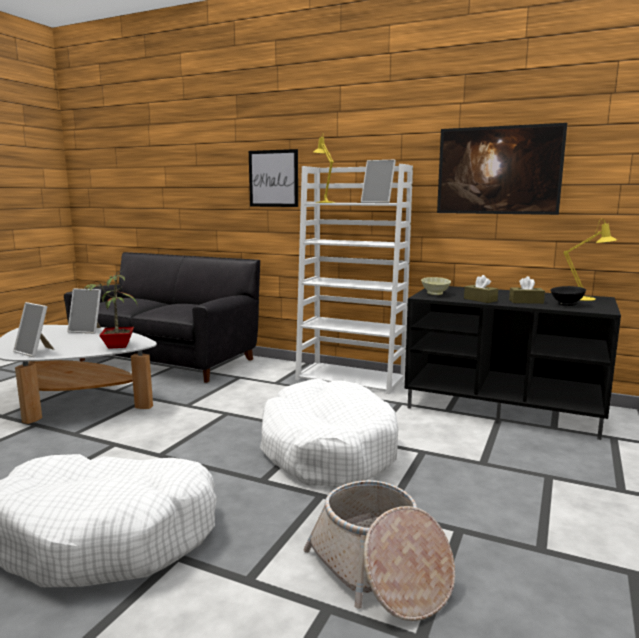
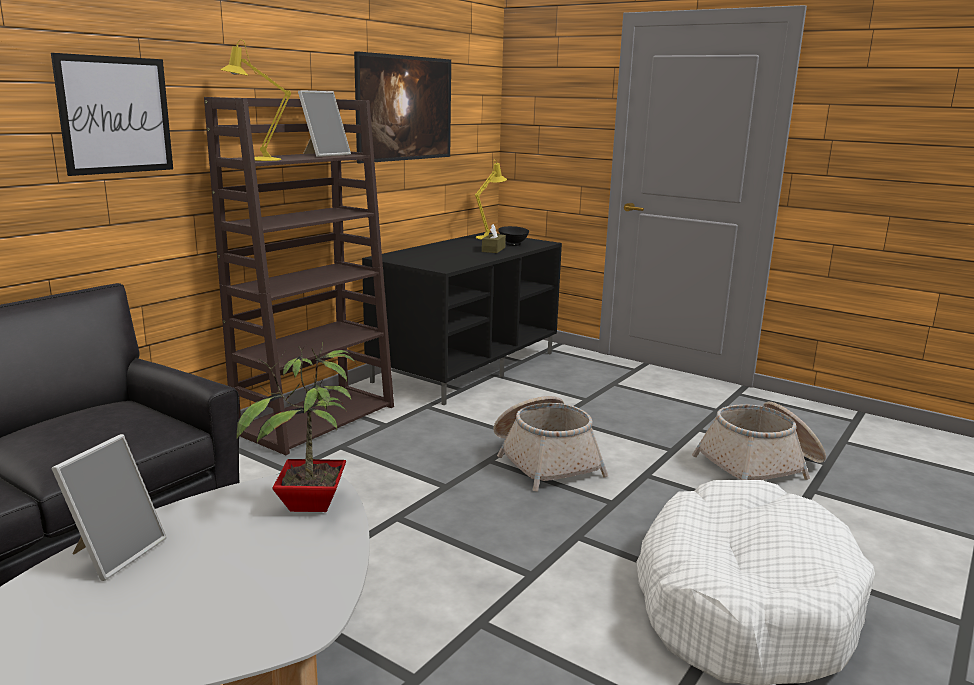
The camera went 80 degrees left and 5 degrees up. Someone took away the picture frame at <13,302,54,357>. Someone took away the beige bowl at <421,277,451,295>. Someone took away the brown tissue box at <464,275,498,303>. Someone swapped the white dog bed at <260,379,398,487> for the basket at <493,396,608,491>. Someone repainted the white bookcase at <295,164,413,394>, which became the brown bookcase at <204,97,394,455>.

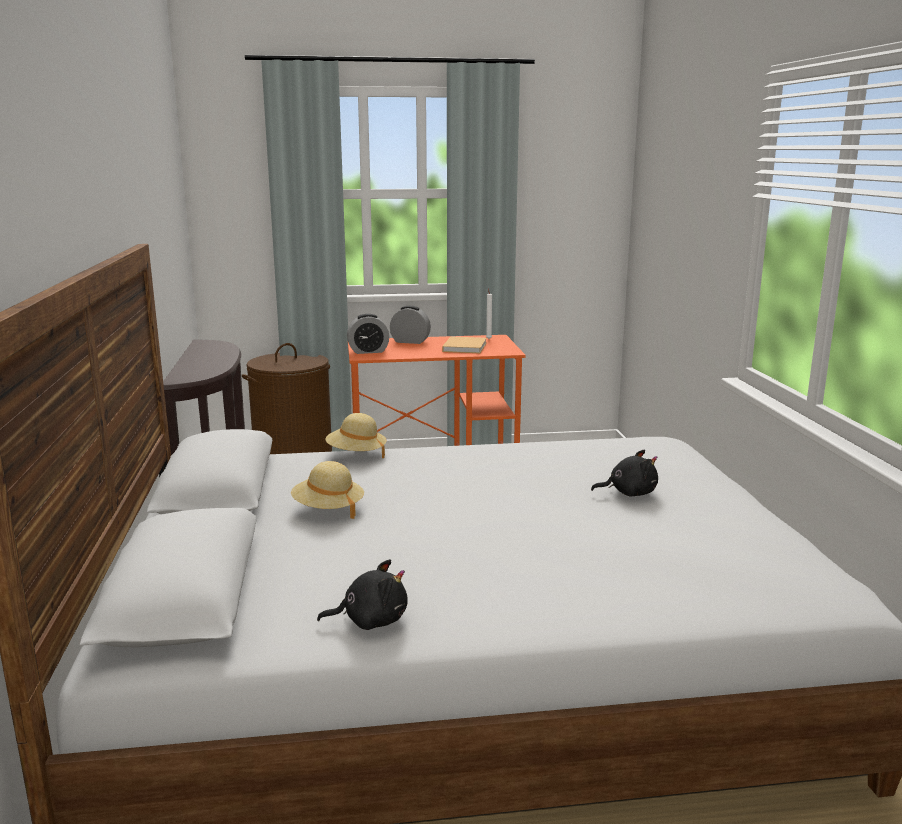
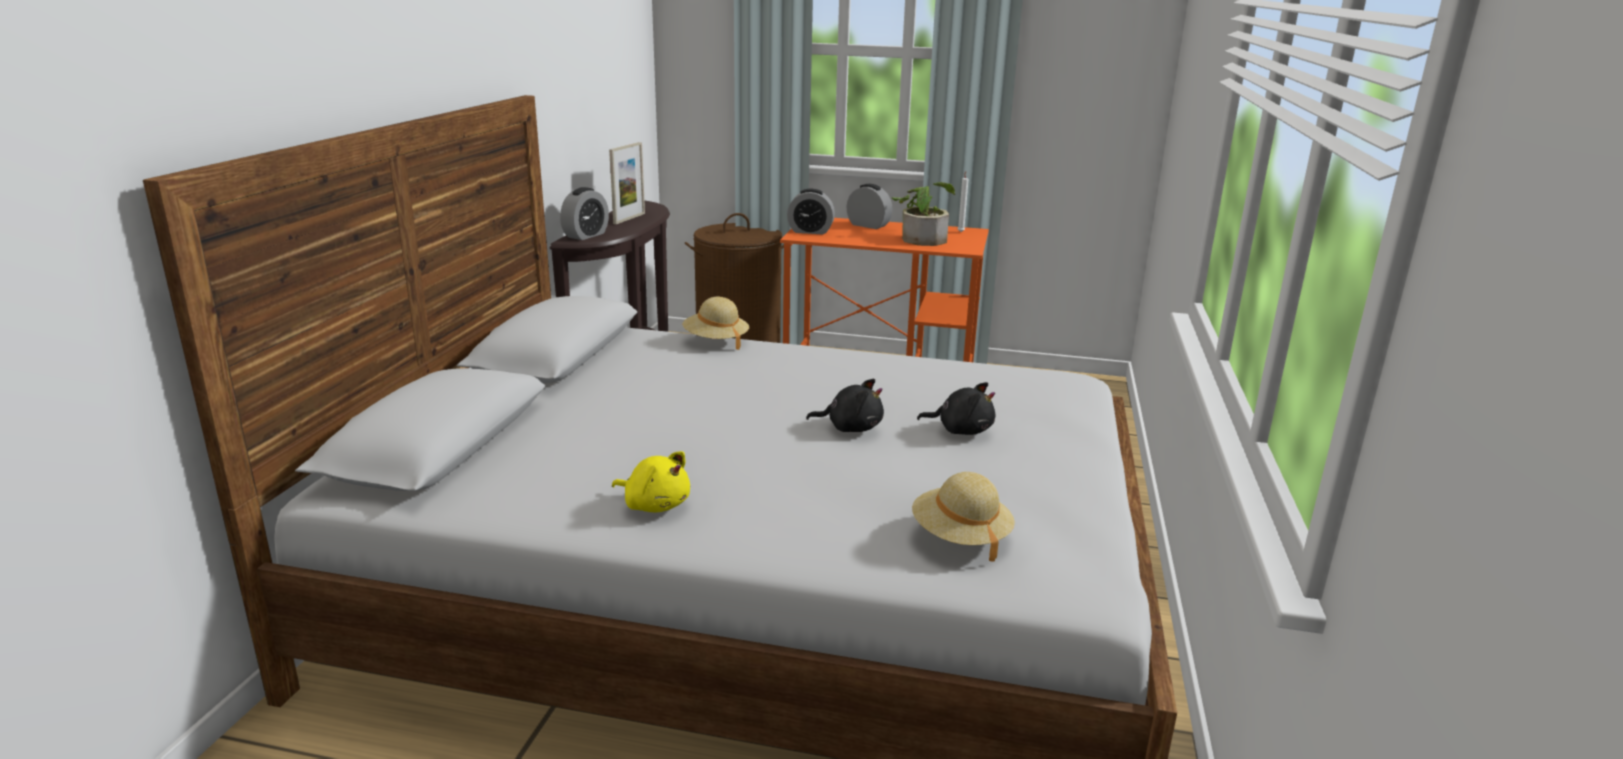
The camera went 20 degrees right and 5 degrees up. Someone put down the alarm clock at <560,187,609,240>. Someone put down the picture frame at <609,142,645,224>. Someone put down the yellow plush toy at <612,451,690,512>. Someone carried the beige hat from <291,461,364,519> to <912,472,1015,562>. Someone carried the black plush toy from <317,559,408,630> to <806,379,884,432>. Someone swapped the beige book at <442,336,487,353> for the potted plant at <892,182,955,246>.

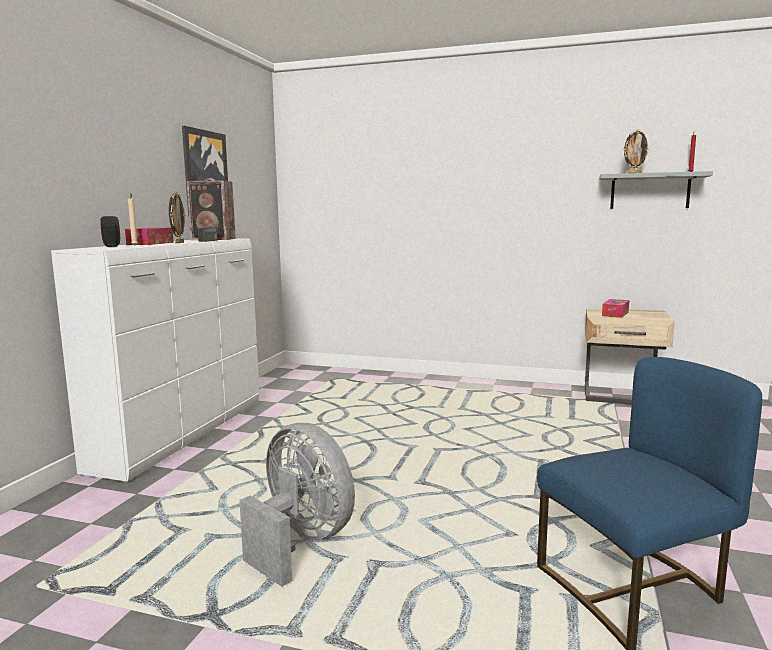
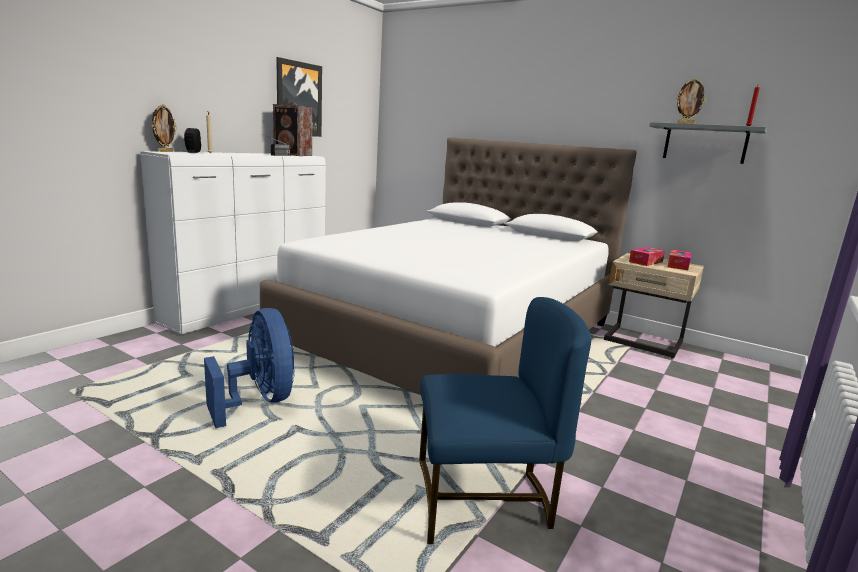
The camera went 15 degrees right and 5 degrees up. Someone put down the white bed at <260,137,637,395>. Someone carried the tissue box from <125,228,174,245> to <667,250,692,270>. Someone carried the picture frame from <169,191,186,244> to <152,104,177,152>. Someone repainted the grey fan at <239,423,355,587>, which became the blue fan at <204,308,295,428>.

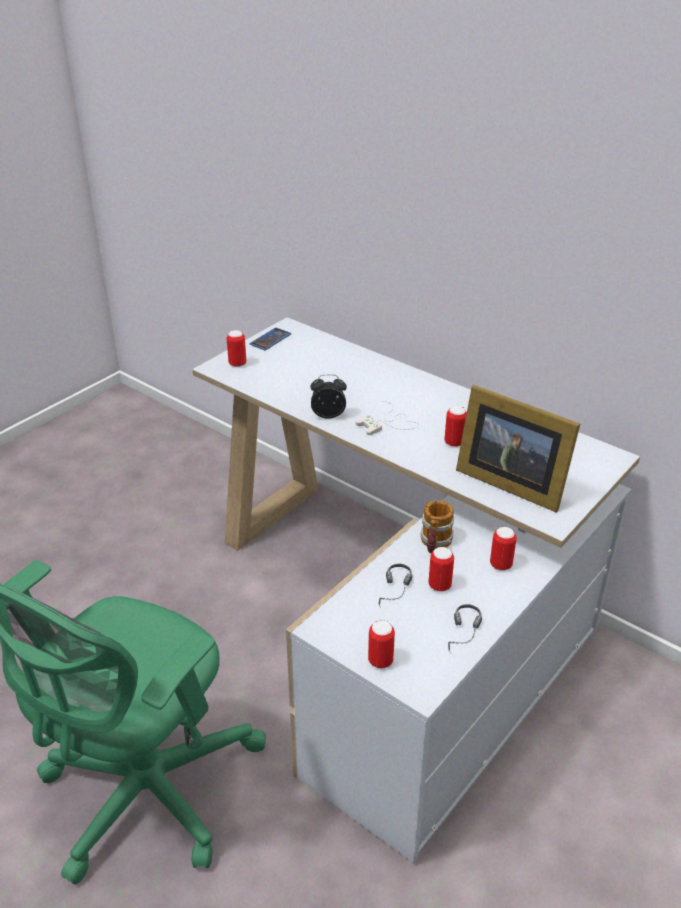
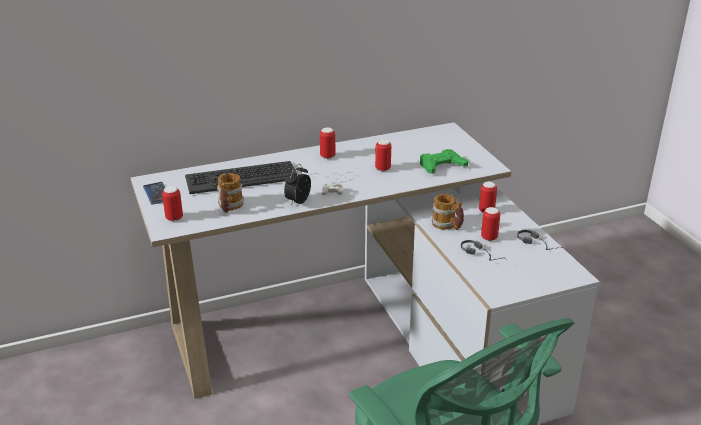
The camera went 60 degrees left and 5 degrees down. Someone put down the keyboard at <185,161,297,194>. Someone put down the mug at <217,173,244,213>. Someone carried the can from <368,620,395,669> to <320,128,335,159>. Someone swapped the picture frame at <456,385,580,513> for the green game controller at <420,149,468,174>.

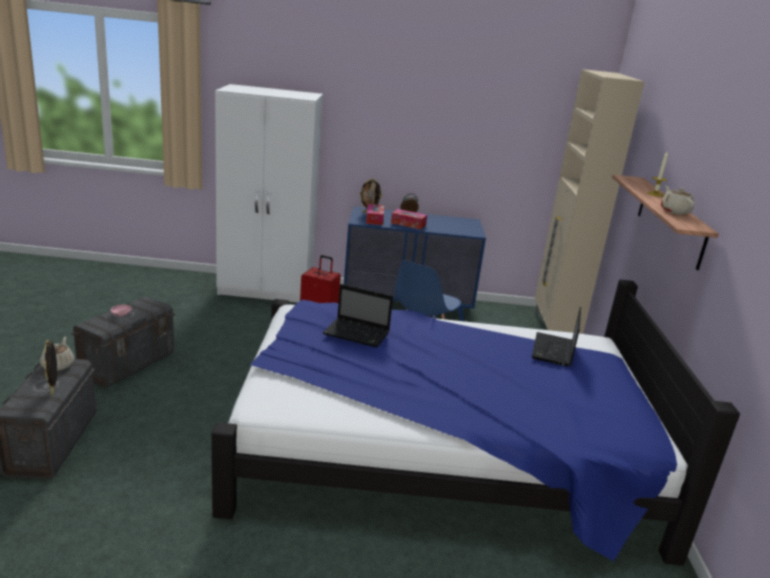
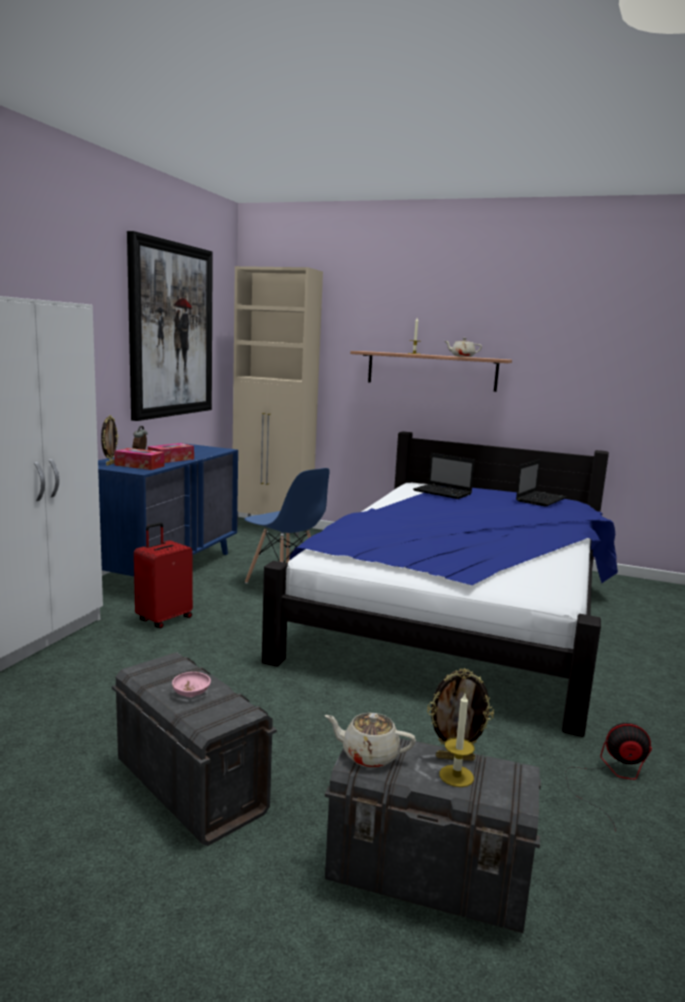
The camera went 70 degrees left and 10 degrees down. Someone put up the picture at <127,231,213,421>. Someone put down the candle at <439,694,475,787>. Someone put down the fan at <565,723,652,831>. Someone carried the laptop from <323,284,393,348> to <516,459,567,507>.

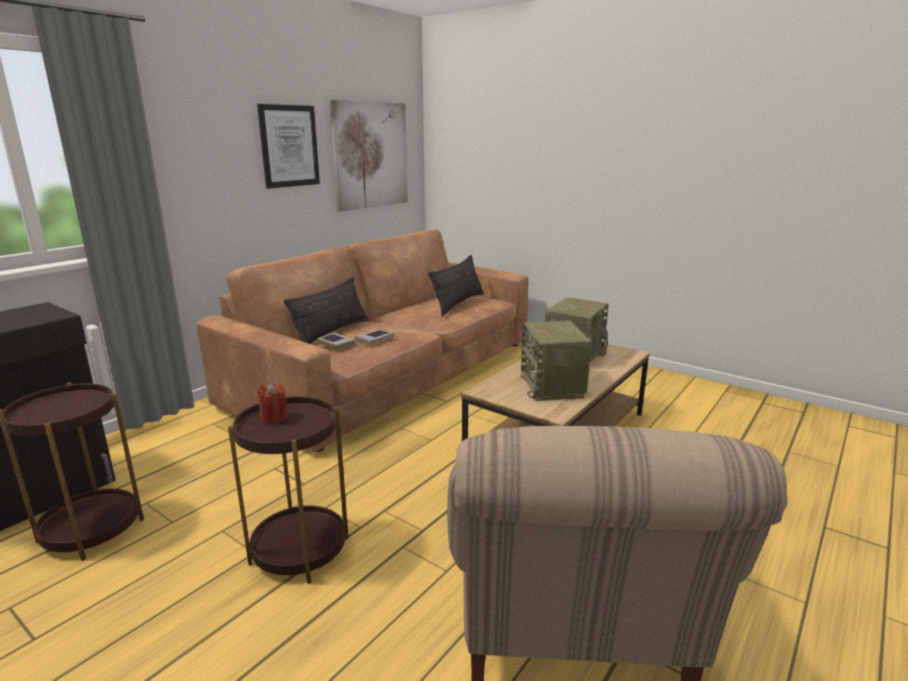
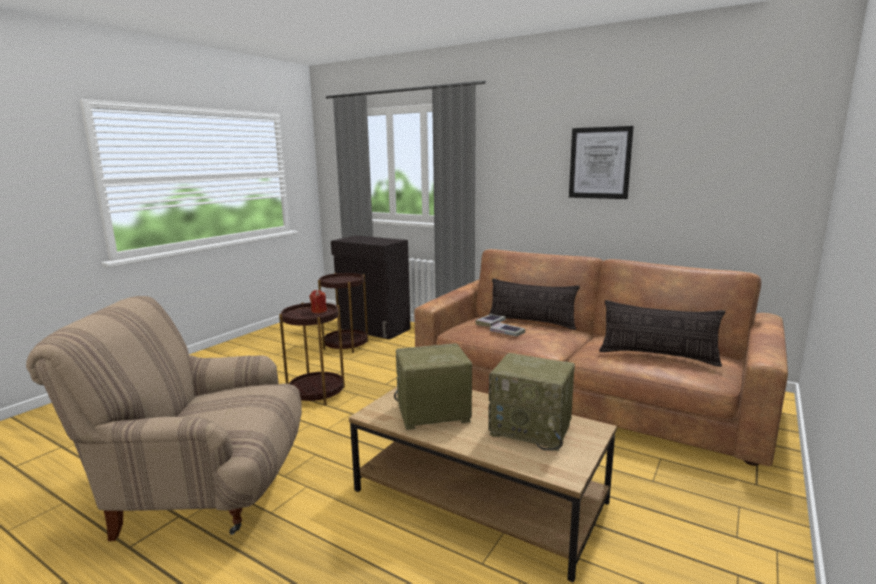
The camera went 85 degrees right and 5 degrees down. Someone took away the picture at <329,100,408,212>.

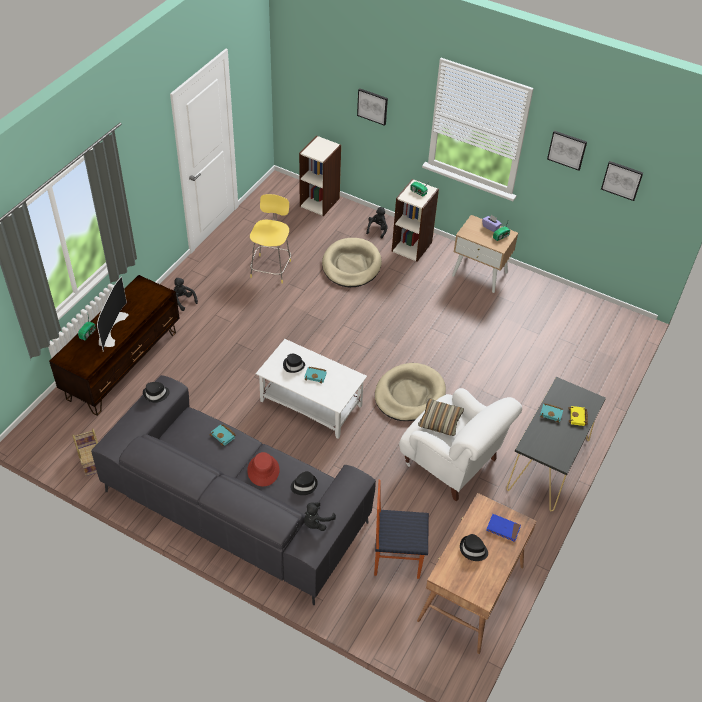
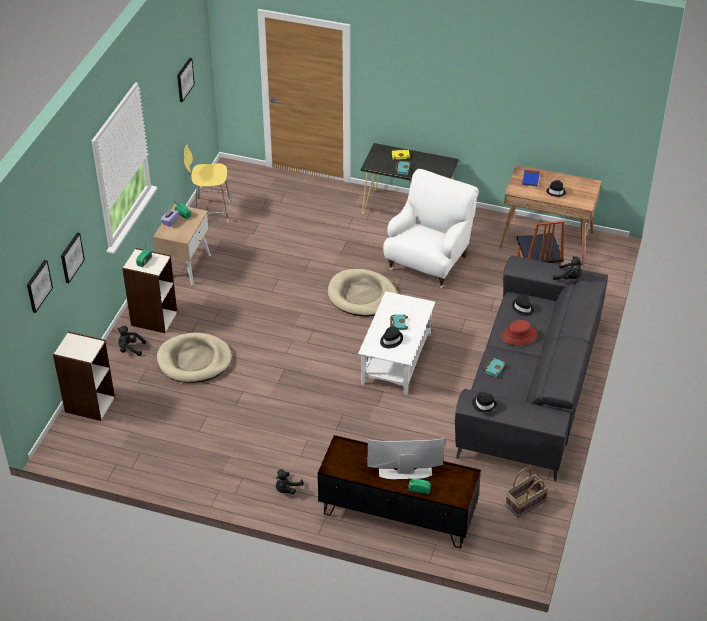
The camera went 100 degrees left and 5 degrees down. Someone took away the pillow at <418,398,464,436>. Someone carried the yellow stool from <250,194,291,283> to <184,145,232,223>. Someone carried the picture from <547,130,587,171> to <27,260,53,313>.

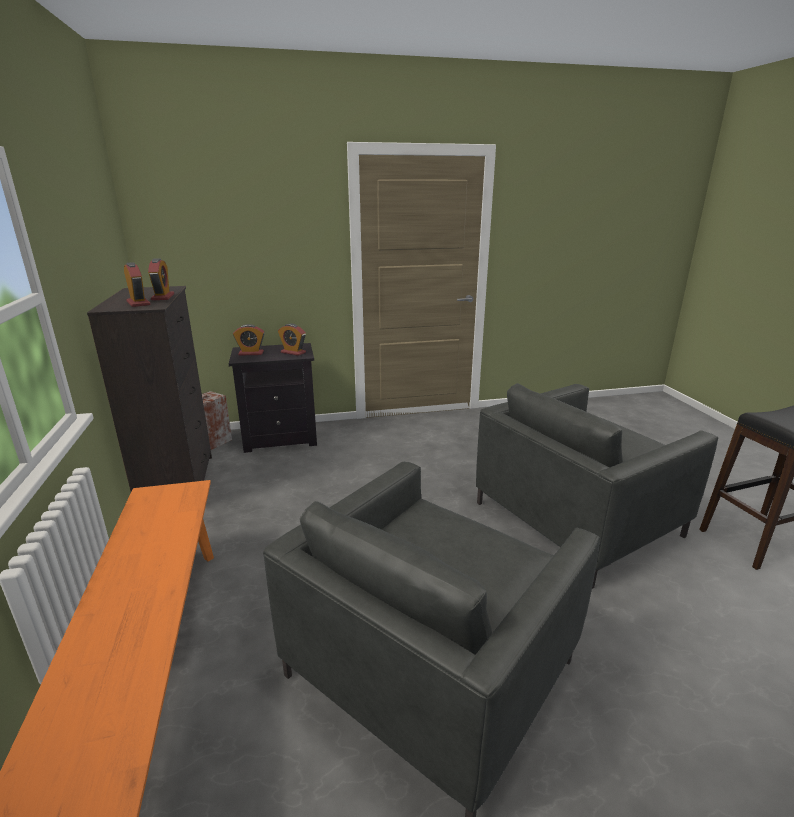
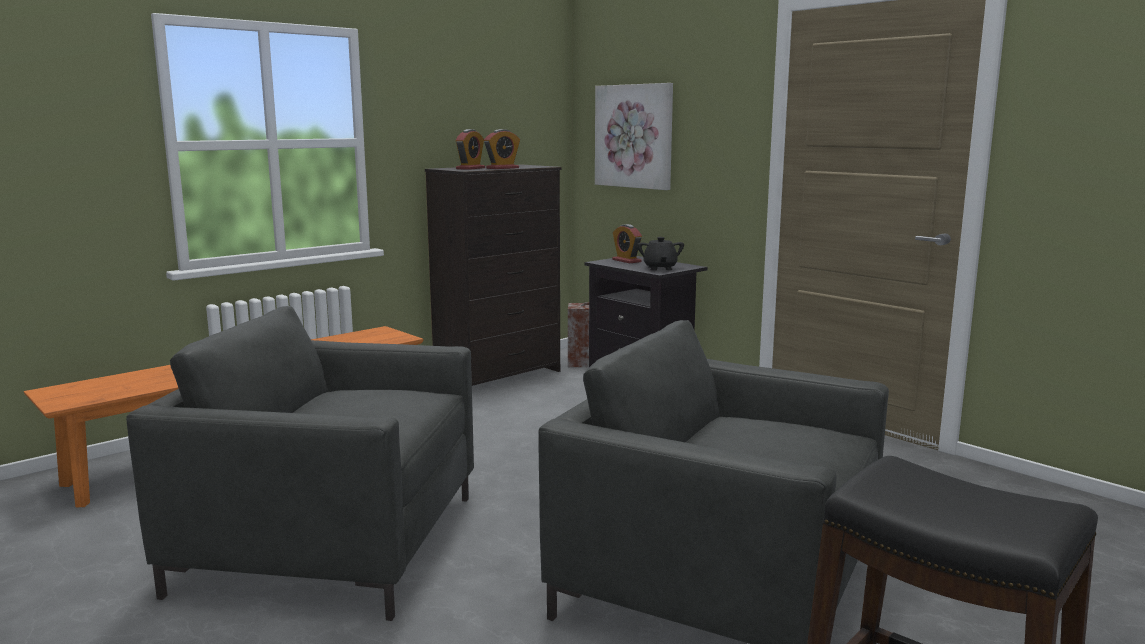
The camera went 60 degrees right and 10 degrees down. Someone put up the picture at <595,83,673,190>. Someone swapped the alarm clock at <278,324,306,356> for the black teapot at <637,237,684,270>.

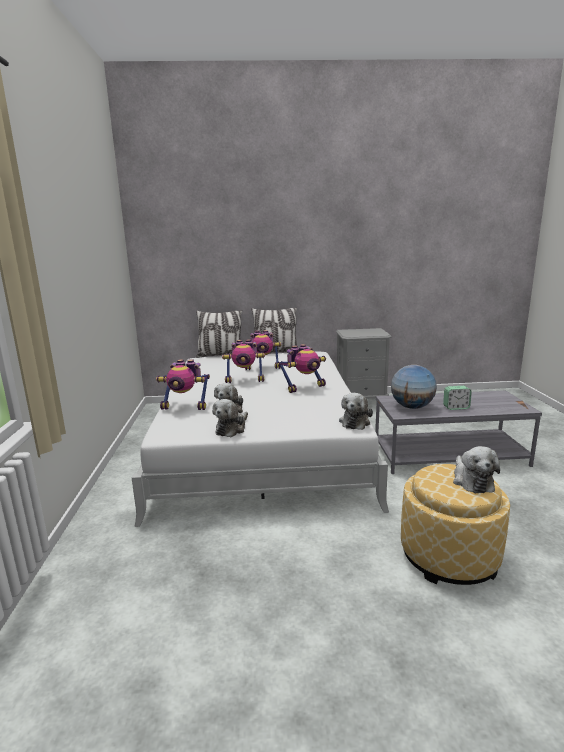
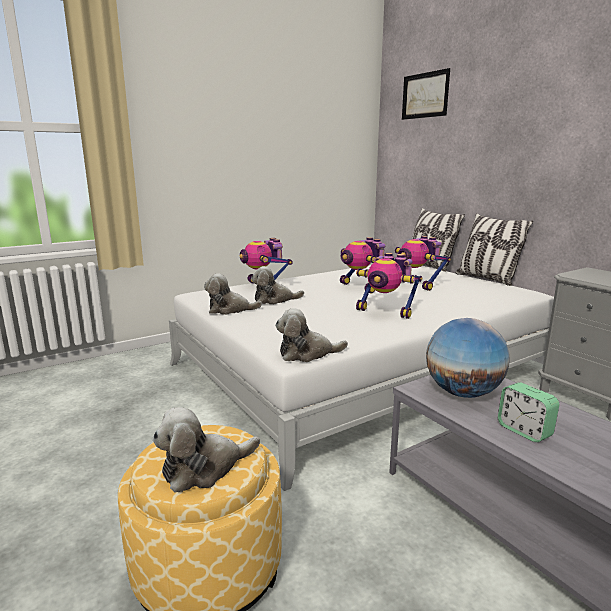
The camera went 60 degrees right and 0 degrees up. Someone put up the picture at <402,68,450,120>.

